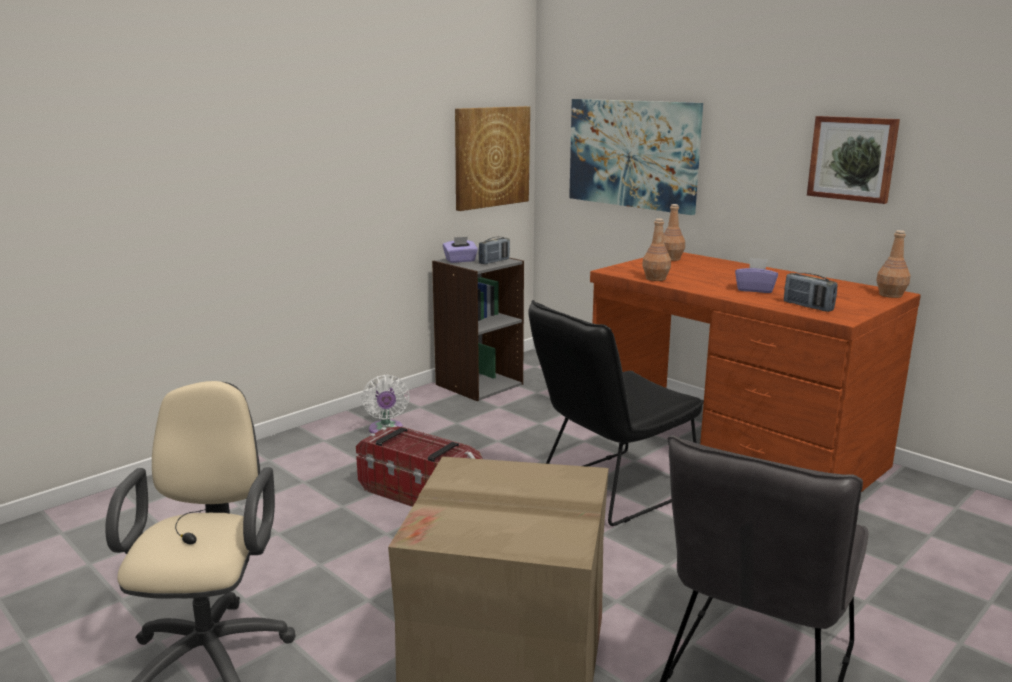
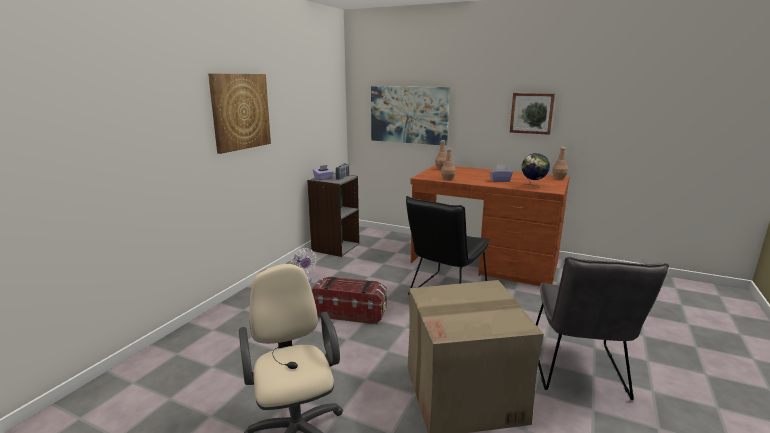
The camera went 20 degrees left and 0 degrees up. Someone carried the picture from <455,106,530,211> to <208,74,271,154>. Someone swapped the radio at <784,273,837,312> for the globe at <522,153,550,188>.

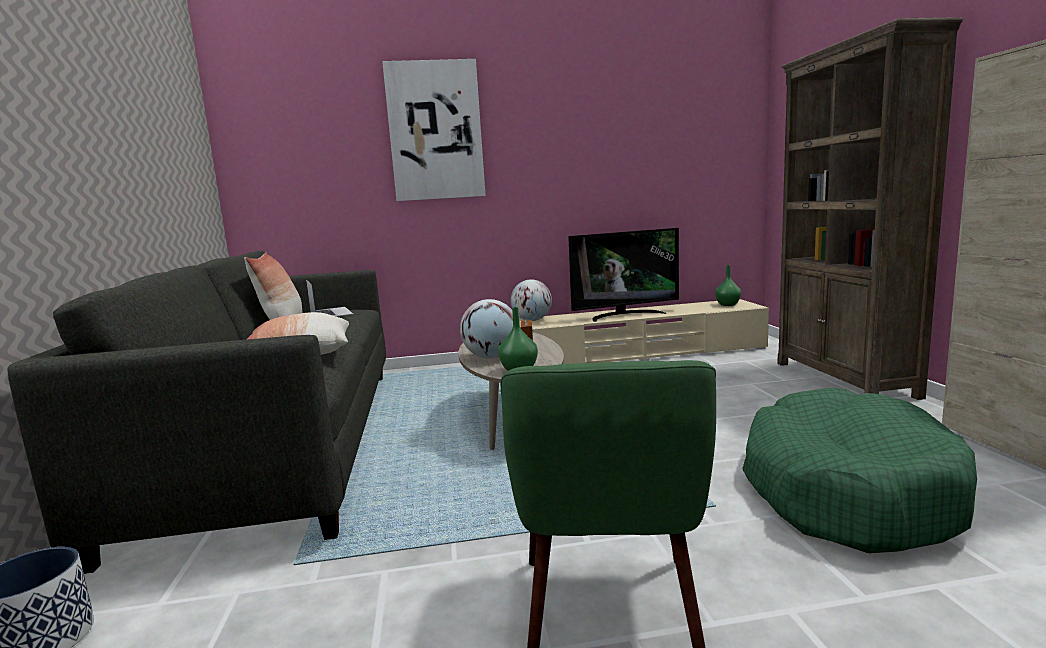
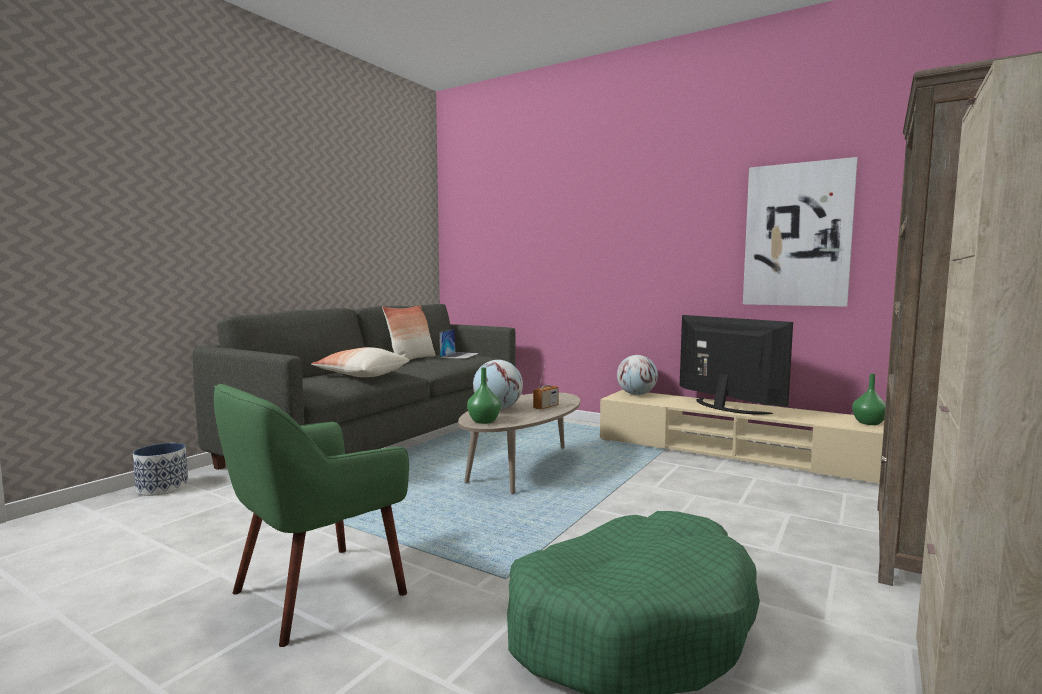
The camera went 40 degrees right and 5 degrees down. Someone carried the picture from <382,59,486,201> to <743,157,858,307>. Someone rotated the television at <568,228,679,322> by 150 degrees counterclockwise.

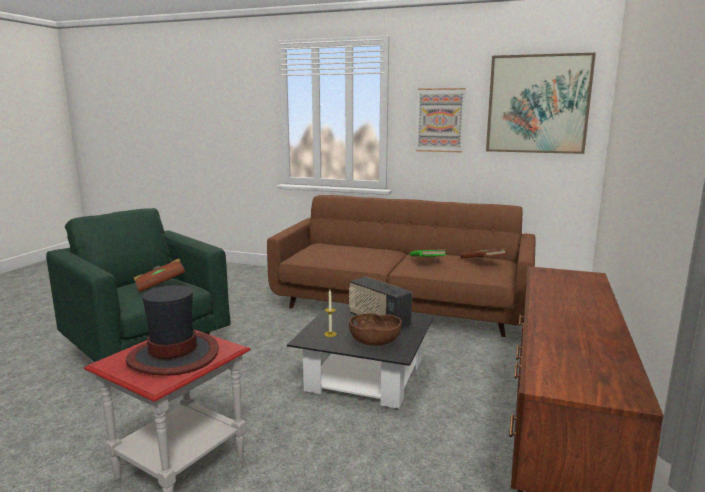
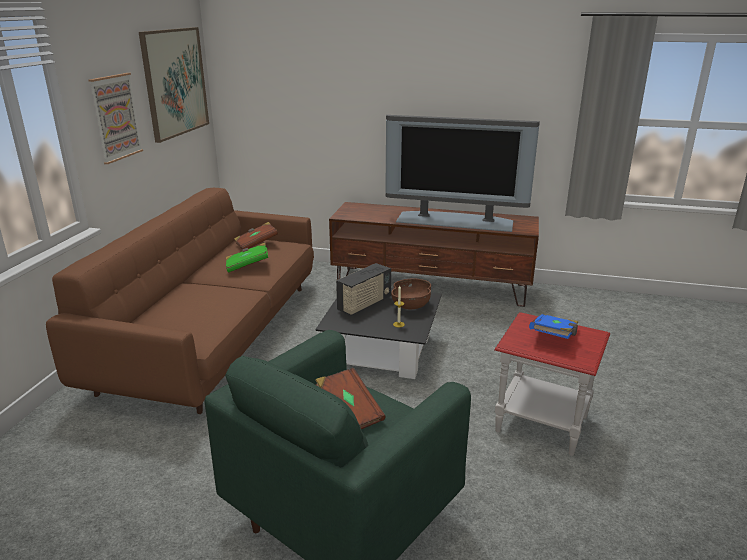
The camera went 95 degrees left and 10 degrees up. Someone put down the television at <385,115,540,232>. Someone swapped the hat at <126,285,219,376> for the blue book at <529,314,578,339>.

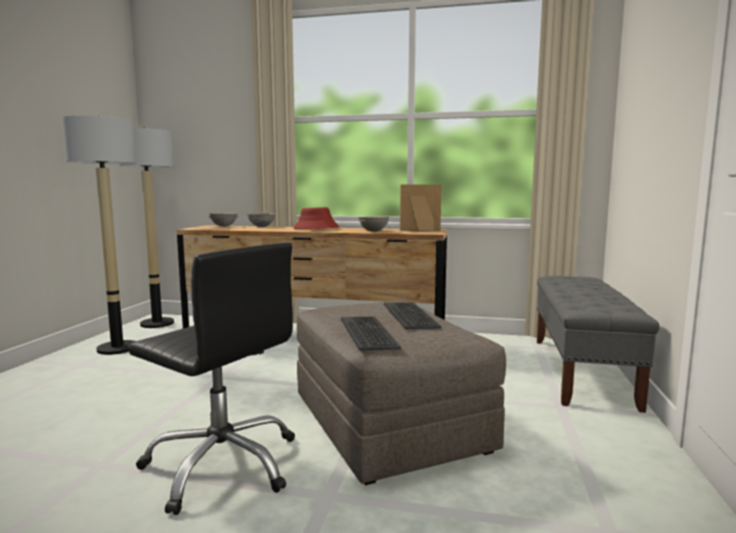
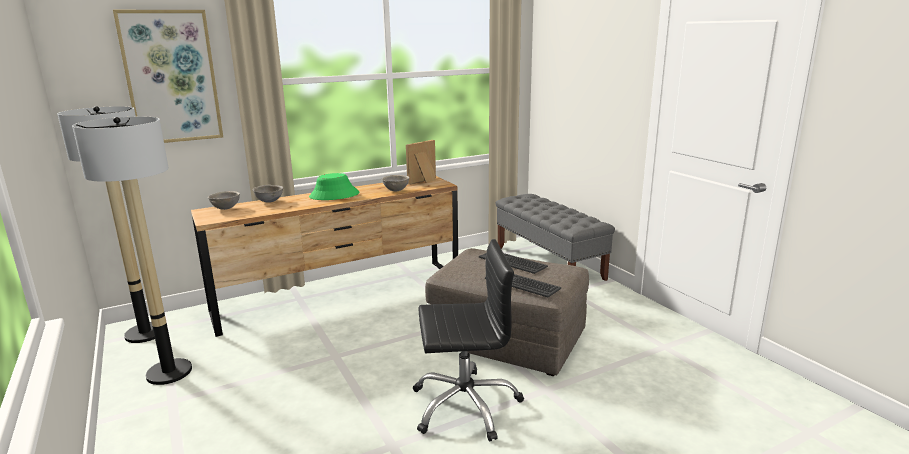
The camera went 40 degrees left and 10 degrees up. Someone put up the picture at <113,10,223,143>. Someone repainted the red hat at <293,207,339,229>, which became the green hat at <309,173,360,200>.

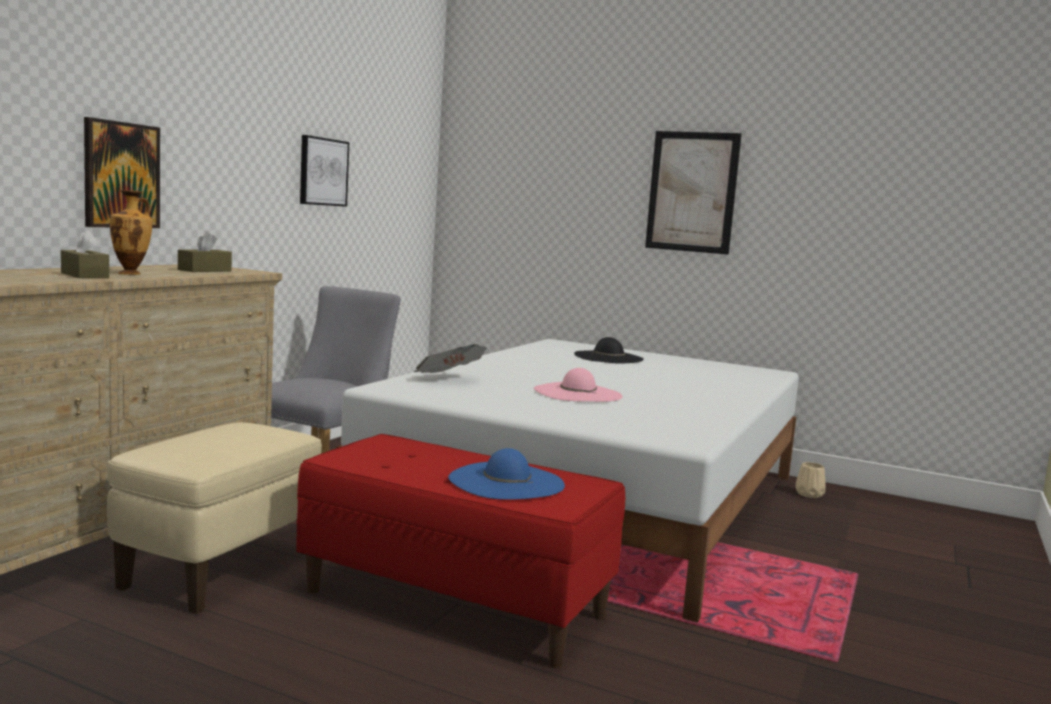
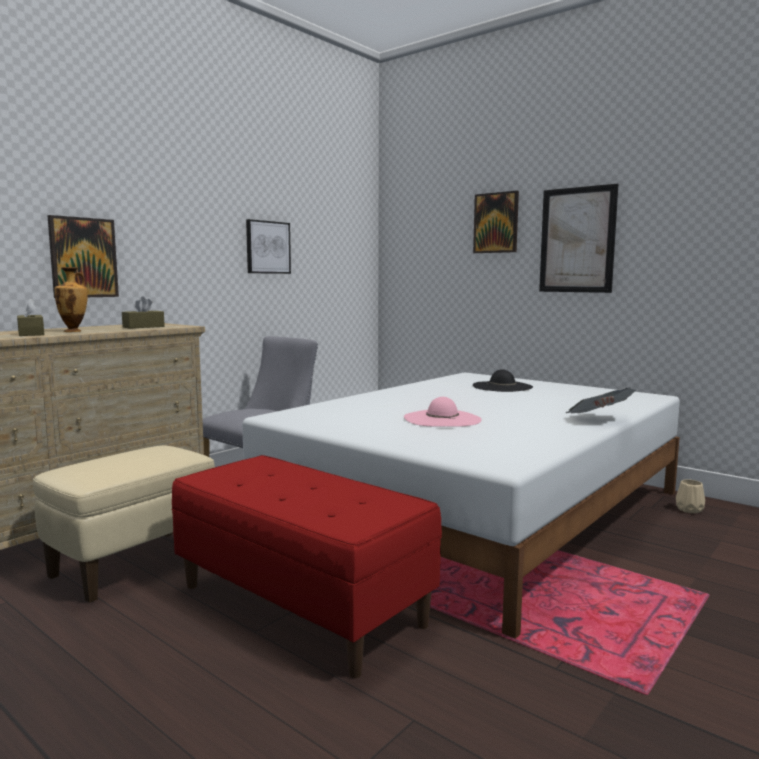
The camera went 15 degrees right and 0 degrees up. Someone took away the blue hat at <448,448,565,500>. Someone put up the picture at <473,191,519,253>. Someone carried the newspaper from <413,344,487,373> to <565,387,636,413>.

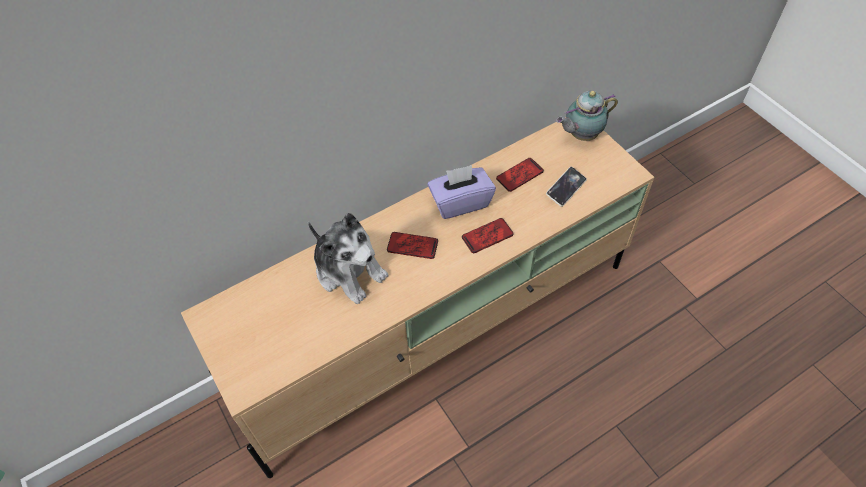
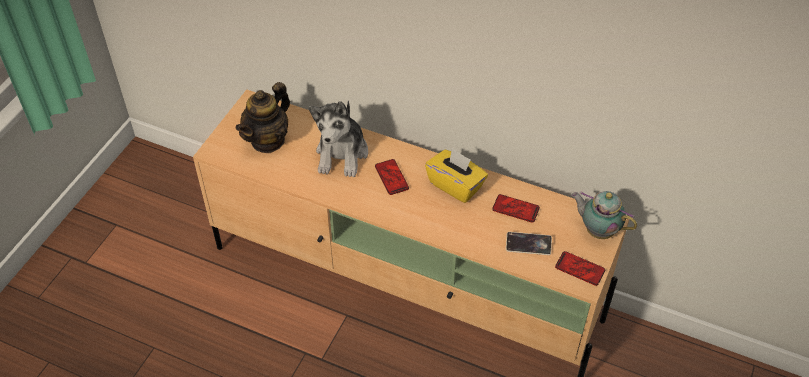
The camera went 55 degrees right and 5 degrees down. Someone put down the teapot at <236,82,290,153>. Someone carried the phone from <462,218,514,253> to <555,251,605,286>. Someone repainted the purple tissue box at <427,165,496,219>, which became the yellow tissue box at <425,148,488,203>.

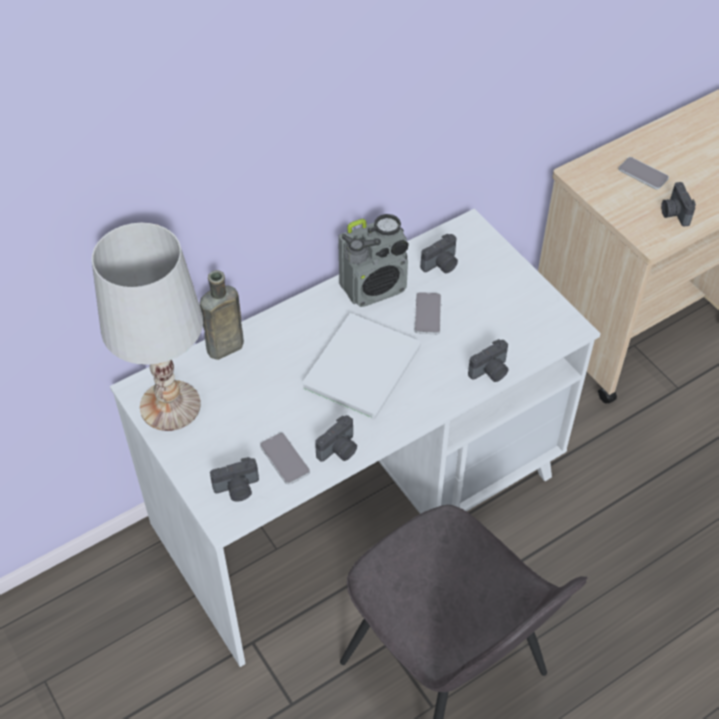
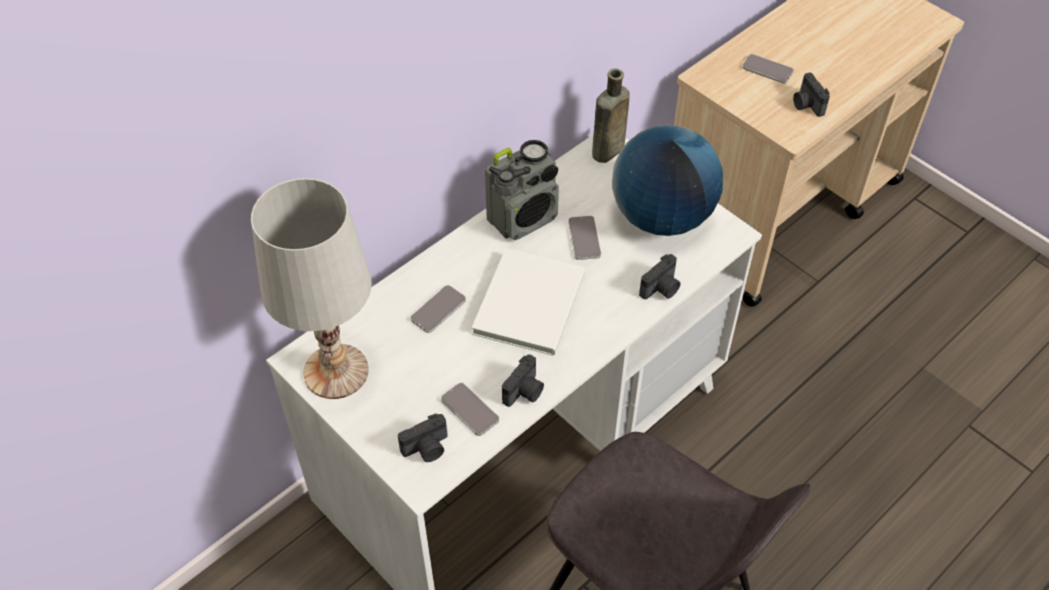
The camera went 10 degrees left and 0 degrees up. Someone took away the photo camera at <421,234,458,273>. Someone put down the phone at <410,285,466,333>. Someone put down the globe at <612,124,723,236>. Someone carried the brown bottle from <200,270,244,360> to <592,69,629,163>.

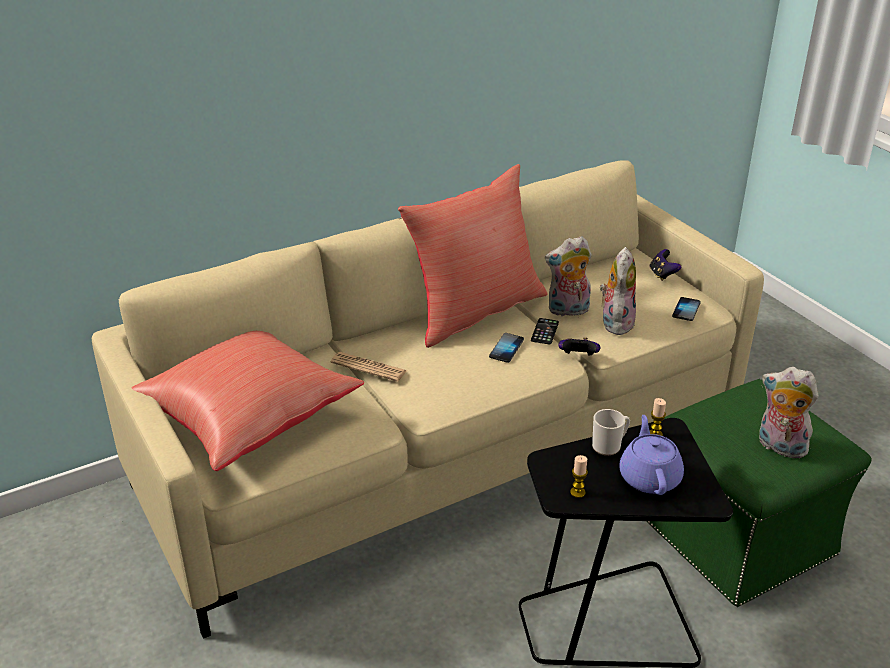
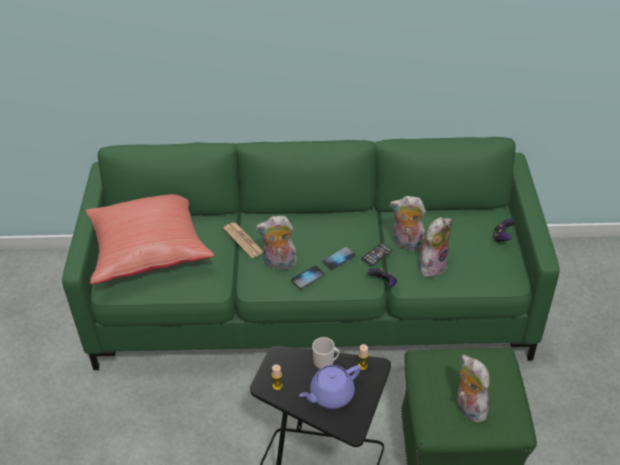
The camera went 30 degrees right and 10 degrees up. Someone took away the red pillow at <398,164,548,348>. Someone put down the plush toy at <255,216,297,270>. Someone carried the phone from <672,297,701,321> to <291,266,325,289>. Someone repainted the beige sofa at <92,161,764,639>, which became the green sofa at <62,137,560,370>. Someone rotated the purple teapot at <619,415,684,495> by 150 degrees counterclockwise.

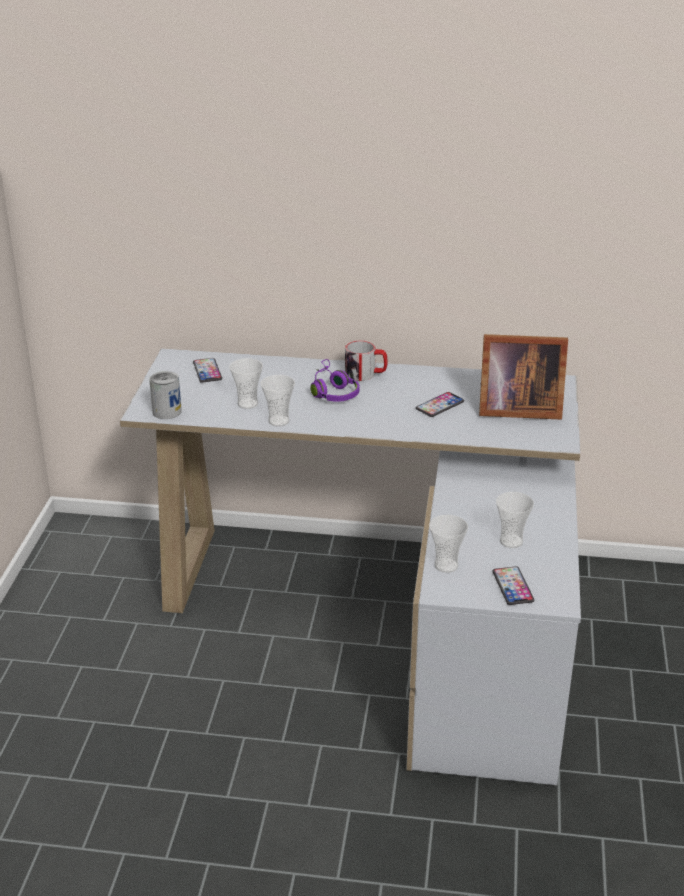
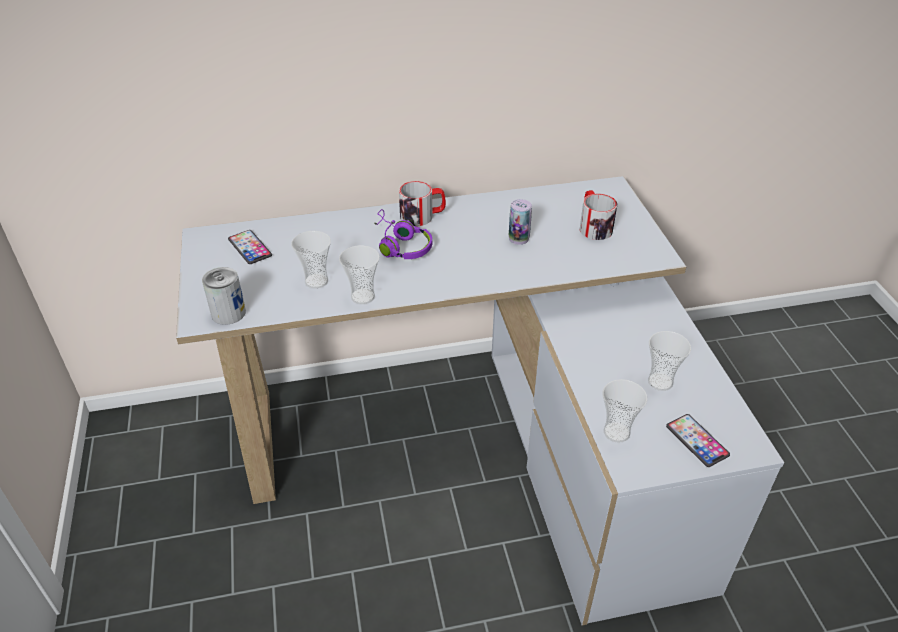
The camera went 20 degrees left and 10 degrees up. Someone swapped the phone at <416,392,464,417> for the can at <509,199,532,245>. Someone swapped the picture frame at <479,334,568,420> for the mug at <580,190,617,240>.

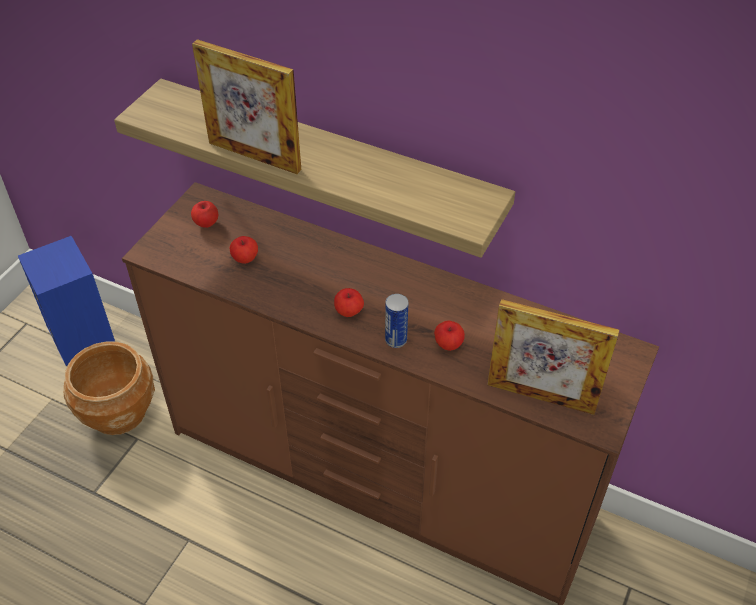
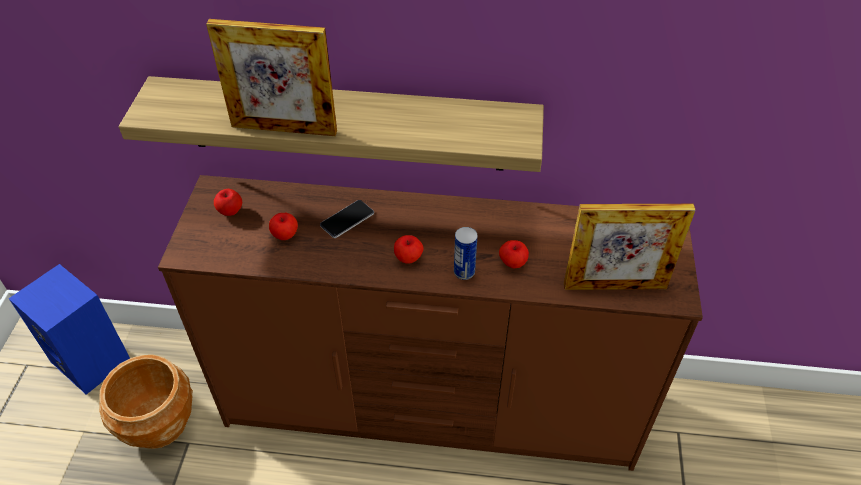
The camera went 20 degrees left and 0 degrees up. Someone put down the phone at <320,200,374,238>.

